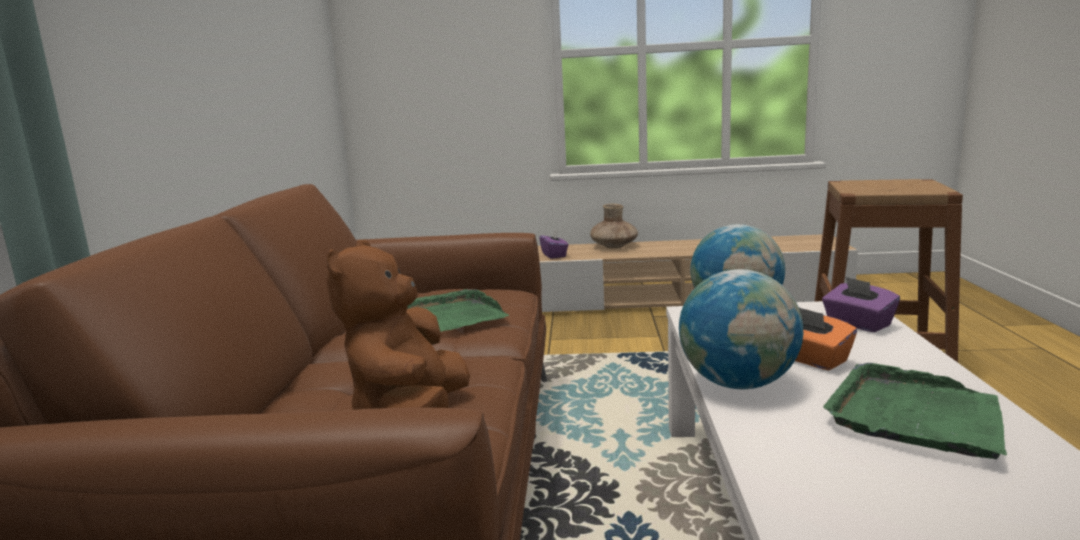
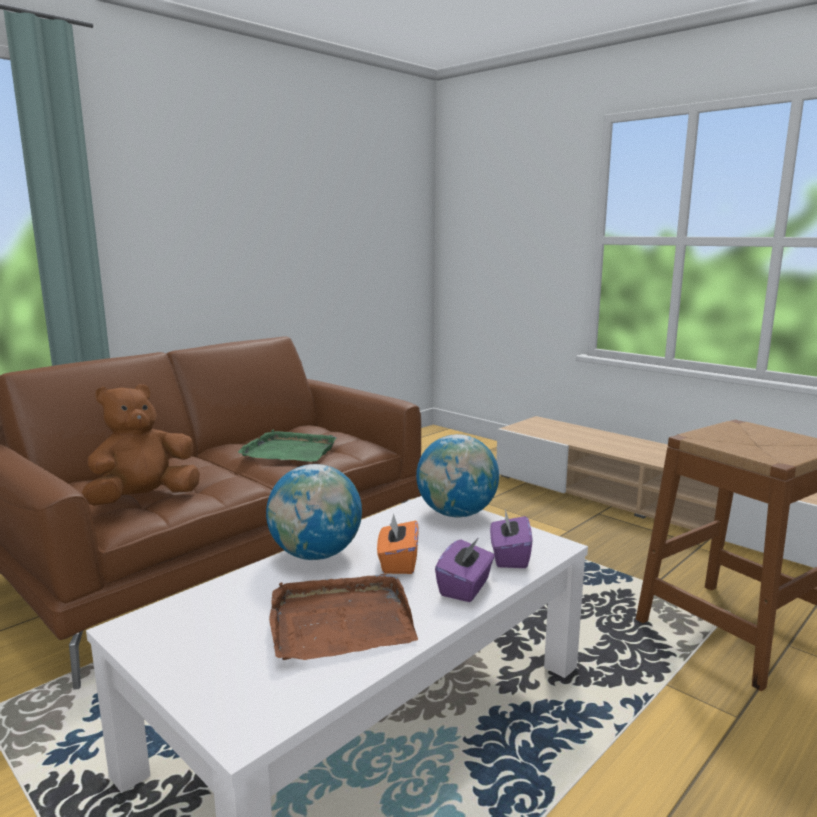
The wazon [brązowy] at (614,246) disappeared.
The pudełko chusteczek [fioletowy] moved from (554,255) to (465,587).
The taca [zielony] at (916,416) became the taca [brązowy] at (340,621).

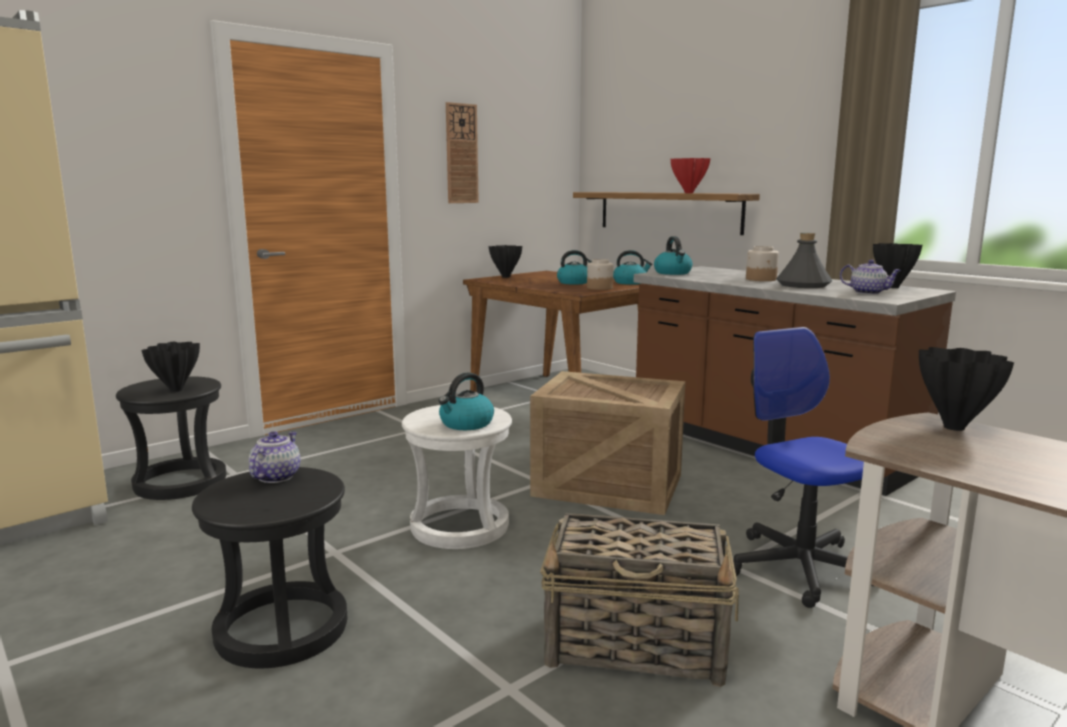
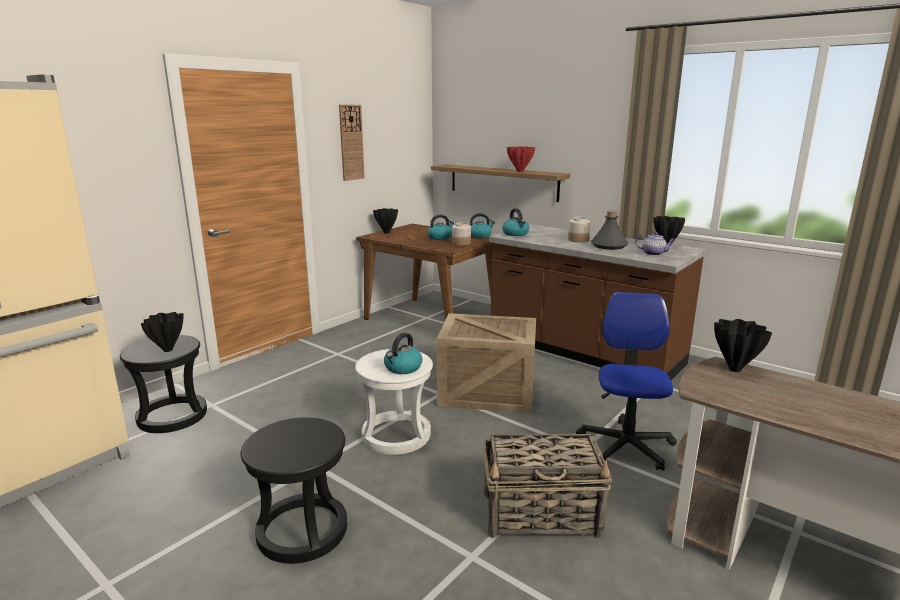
The krzesło biurowe at (799,567) turned 45 degrees clockwise.
The imbryk at (276,476) disappeared.

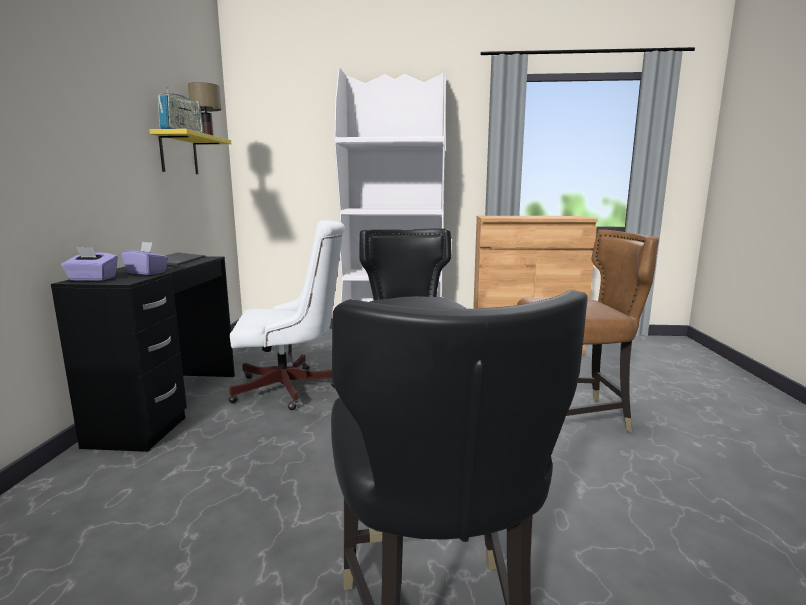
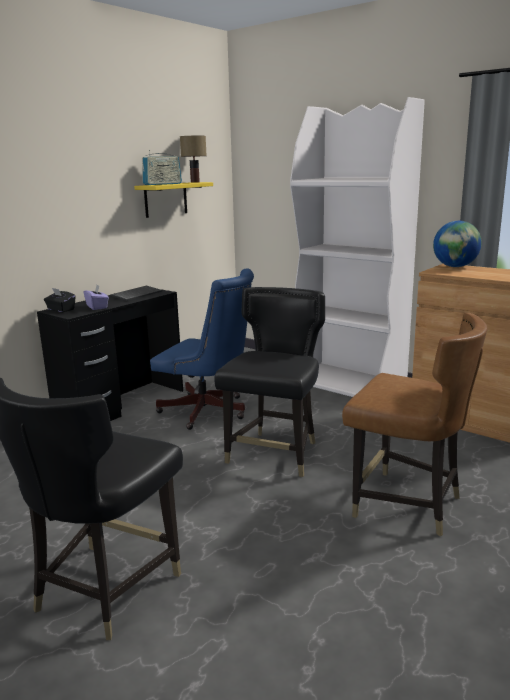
The krzesło biurowe [biały] at (292,389) became the krzesło biurowe [niebieski] at (209,412).
The pudełko chusteczek [fioletowy] at (92,279) became the pudełko chusteczek [czarny] at (60,310).
The globus at (455,267) appeared.

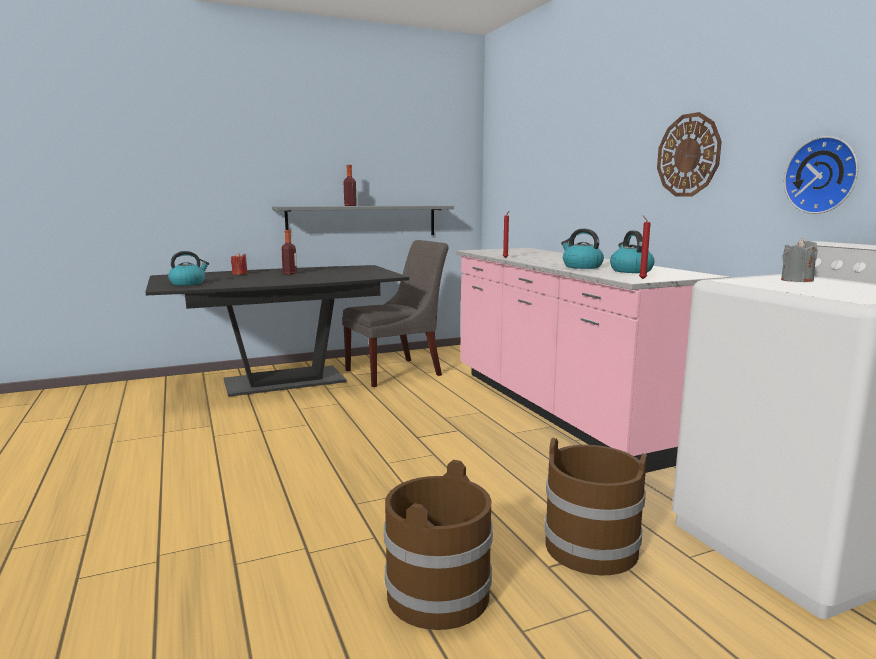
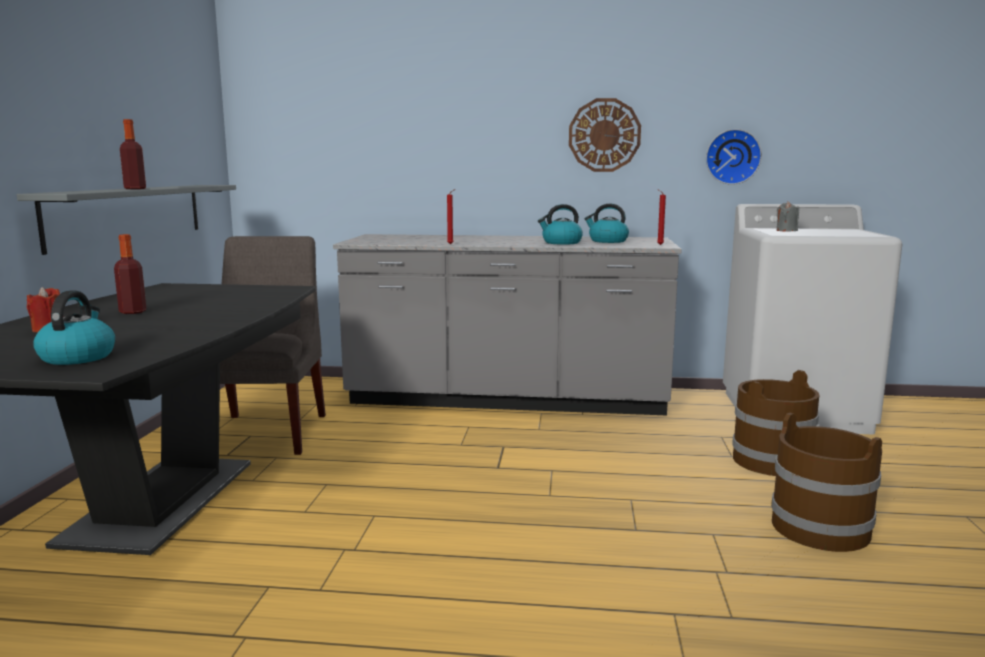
The zabudowa kuchenna [różowy] at (559,409) became the zabudowa kuchenna [szary] at (507,400).

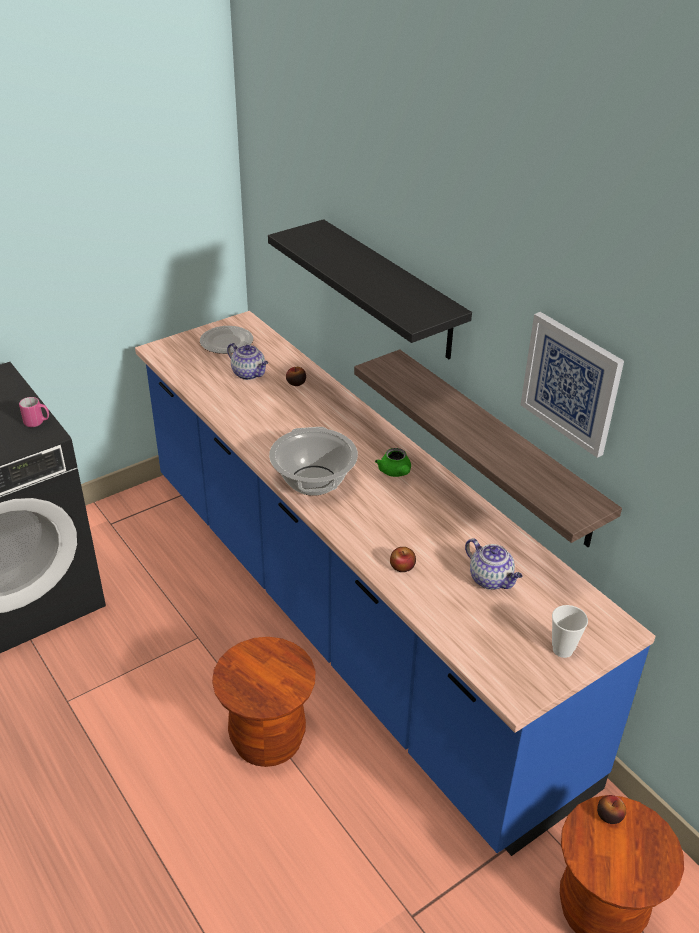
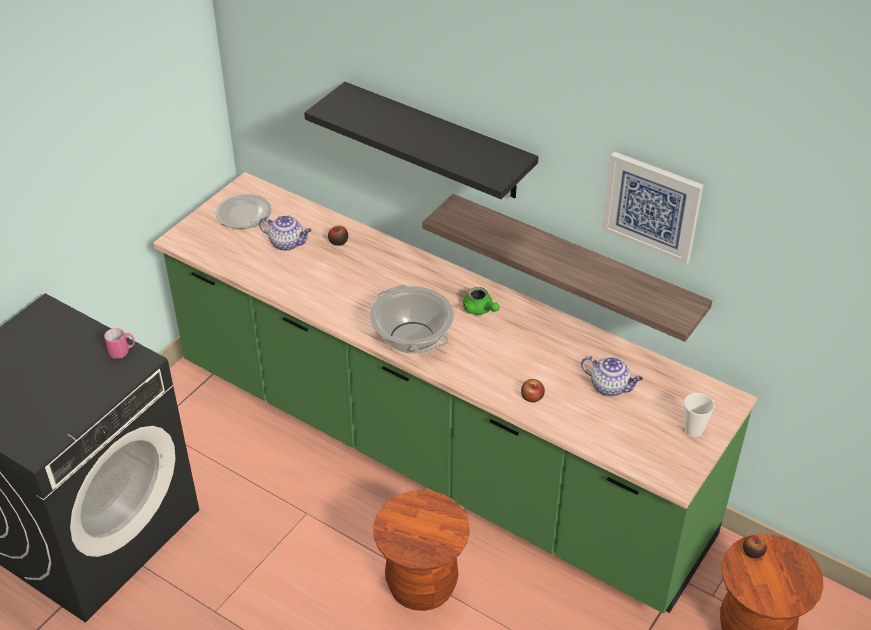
The zabudowa kuchenna [niebieski] at (346,616) became the zabudowa kuchenna [zielony] at (435,451).

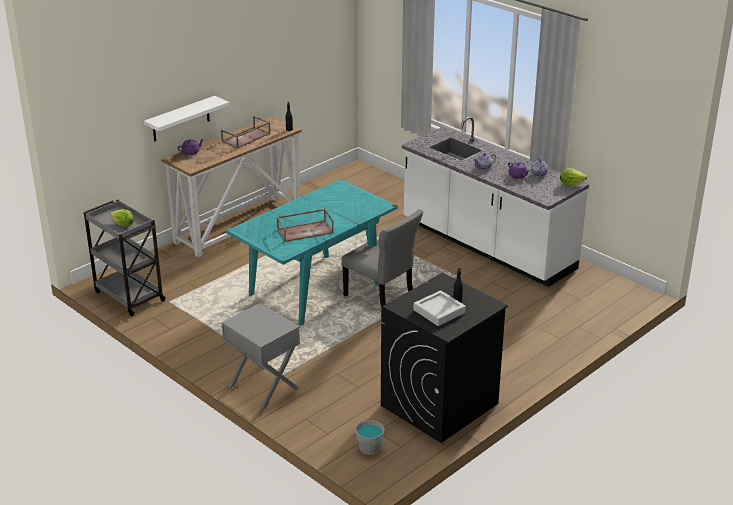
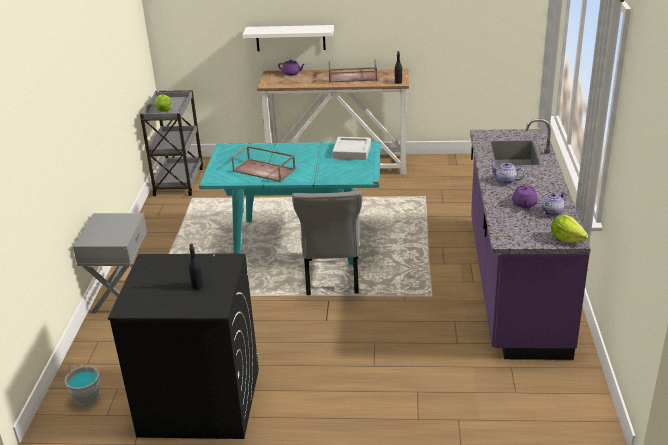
The zabudowa kuchenna [biały] at (487,246) became the zabudowa kuchenna [fioletowy] at (513,284).
The taca [szary] moved from (439,311) to (352,151).

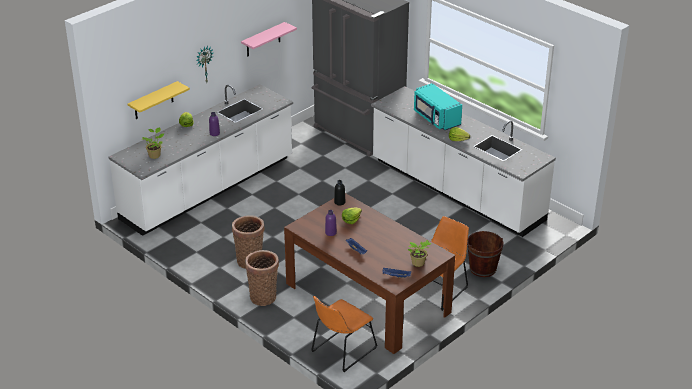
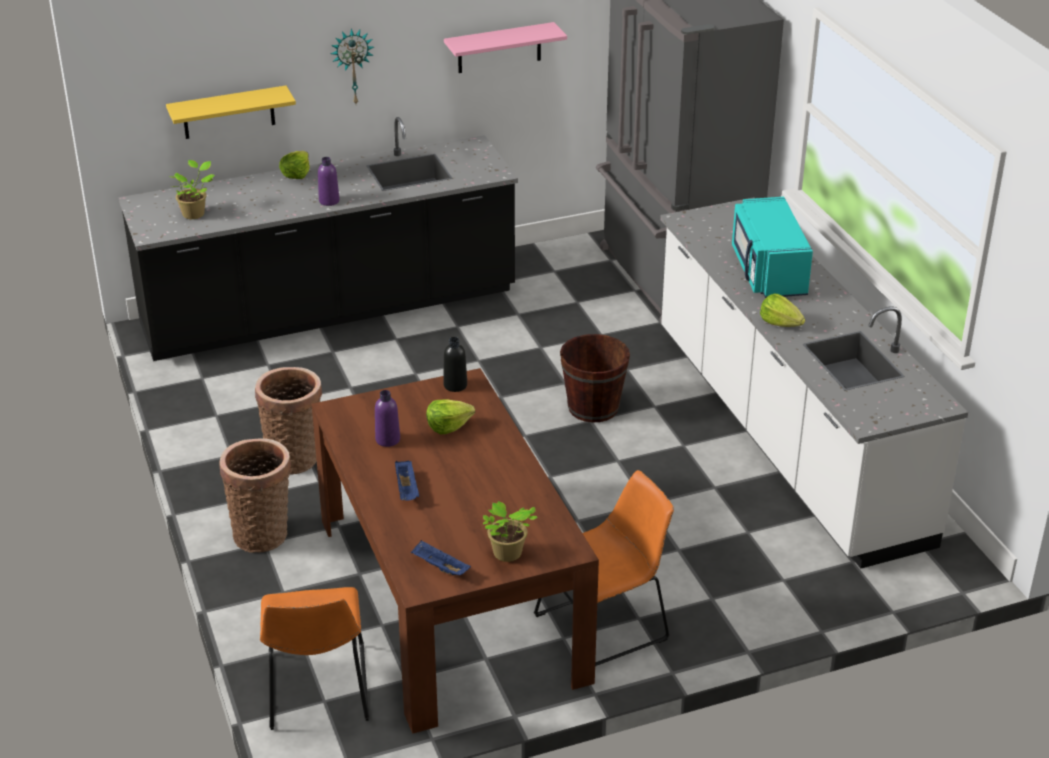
The zabudowa kuchenna [biały] at (209,189) became the zabudowa kuchenna [czarny] at (329,310).
The wiadro [brązowy] moved from (482,269) to (593,407).
The krzesło [pomarańczowy] at (342,351) turned 75 degrees counterclockwise.

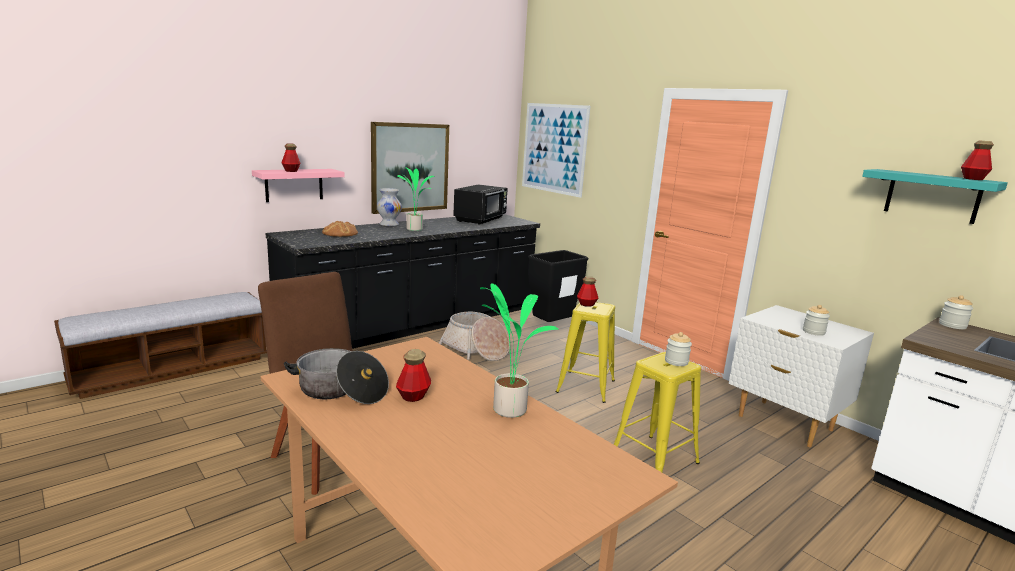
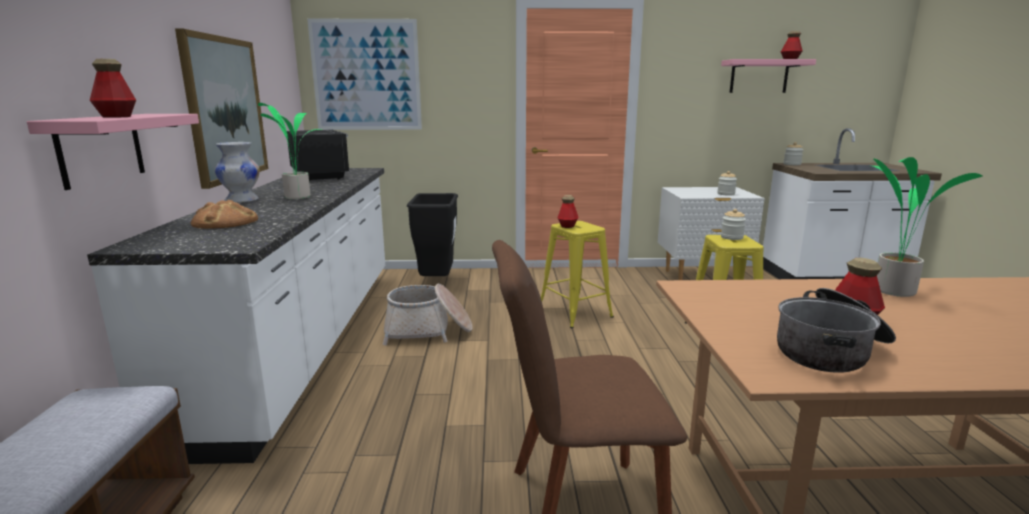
The półka [turkusowy] at (932,196) became the półka [różowy] at (759,76).
The zabudowa kuchenna [czarny] at (416,325) became the zabudowa kuchenna [biały] at (306,340).

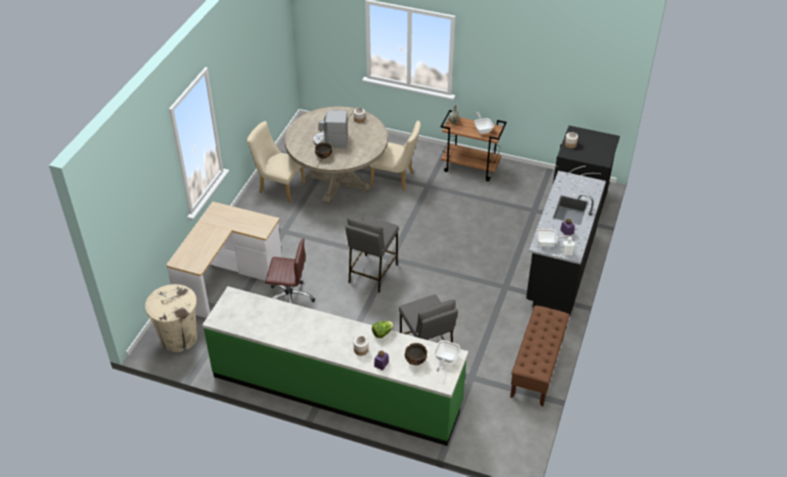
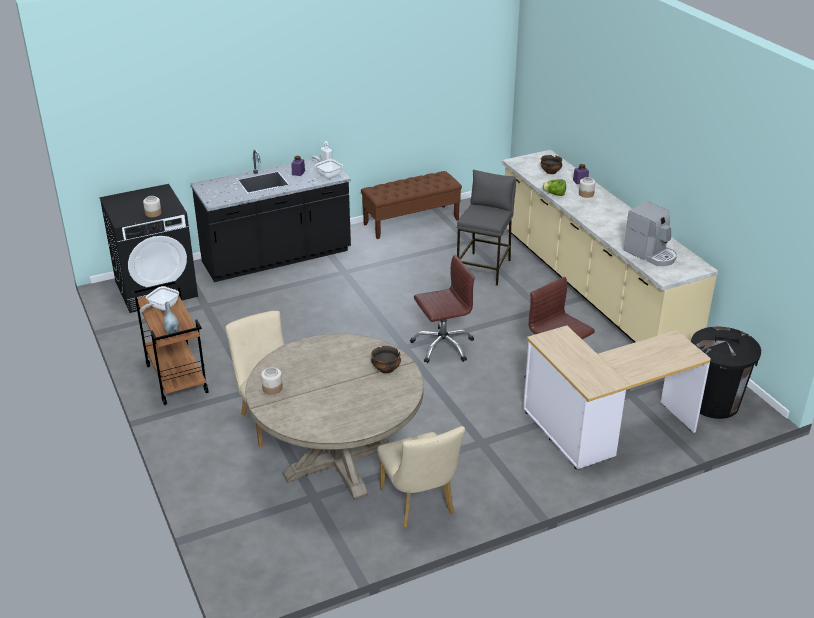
The ekspres do kawy moved from (331,141) to (651,254).
The stołek [szary] at (372,273) was replaced by the krzesło biurowe [brązowy] at (443,346).
The kosz na śmieci [beżowy] at (178,338) became the kosz na śmieci [czarny] at (714,403).
The zabudowa kuchenna [zielony] at (337,390) became the zabudowa kuchenna [beżowy] at (591,287).
The patelnia at (445,359) disappeared.

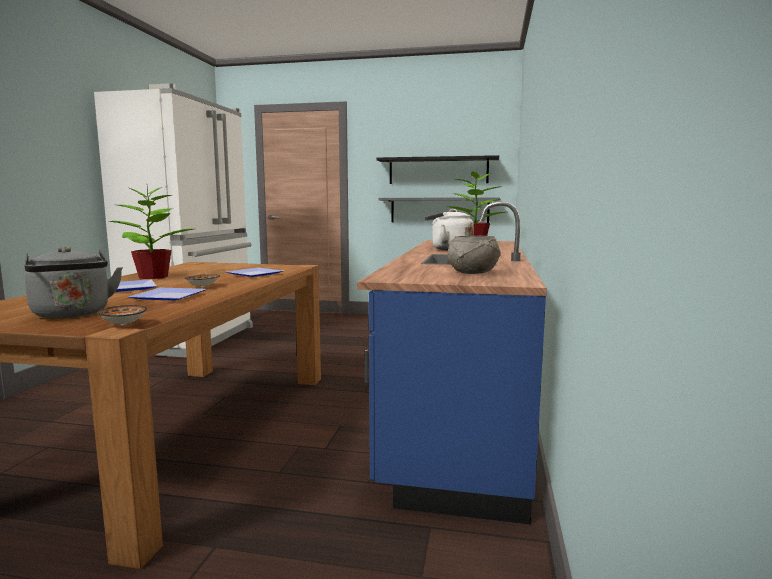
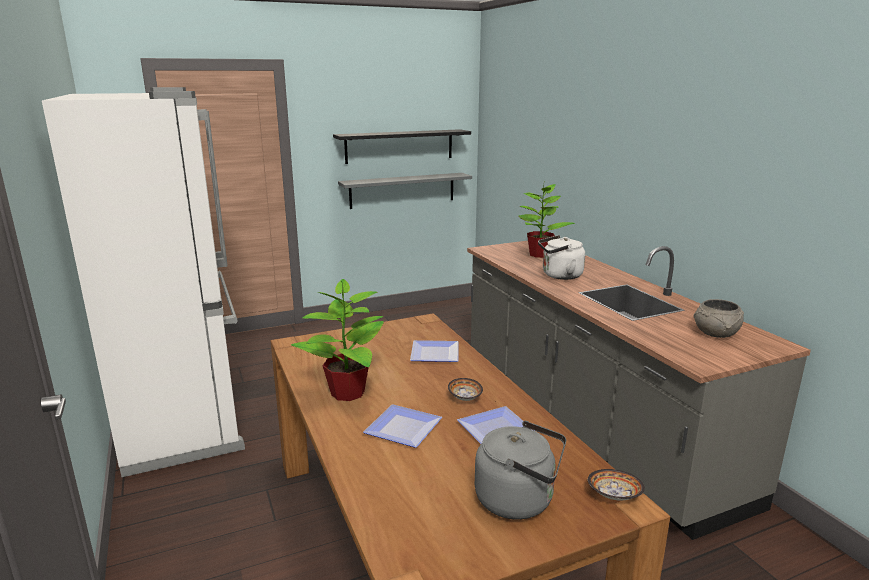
The zabudowa kuchenna [niebieski] at (459,406) became the zabudowa kuchenna [szary] at (587,419).

